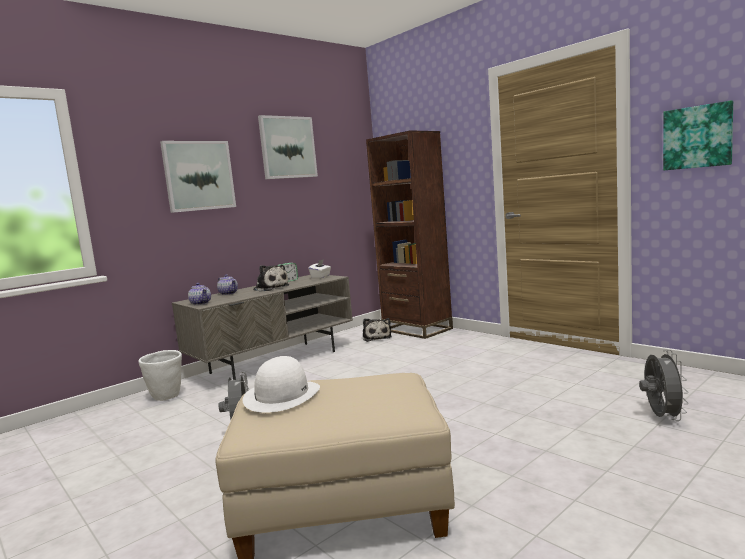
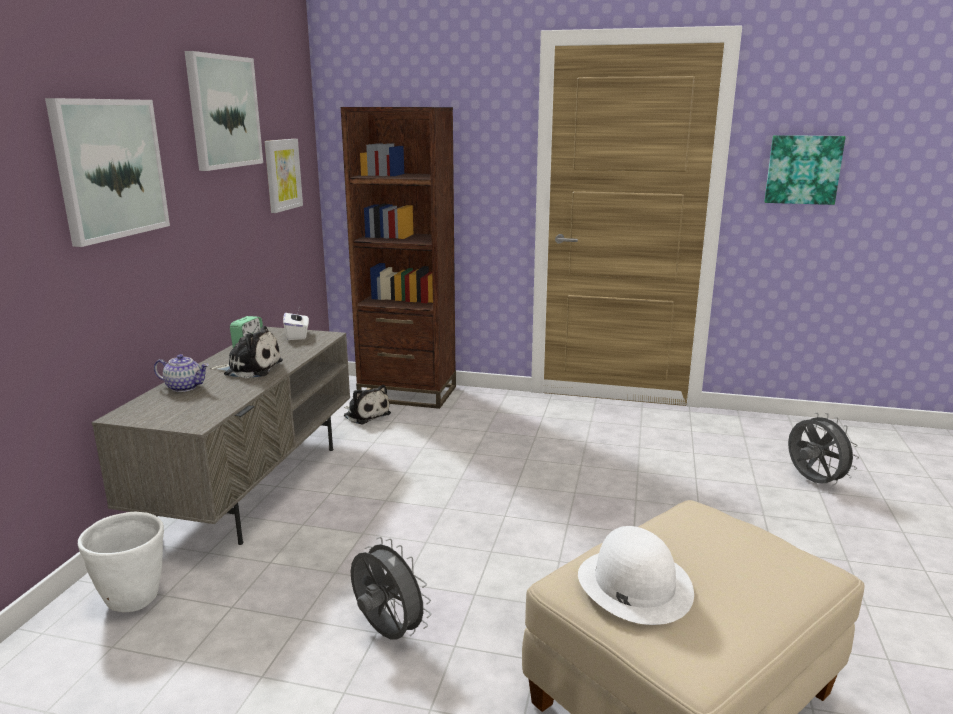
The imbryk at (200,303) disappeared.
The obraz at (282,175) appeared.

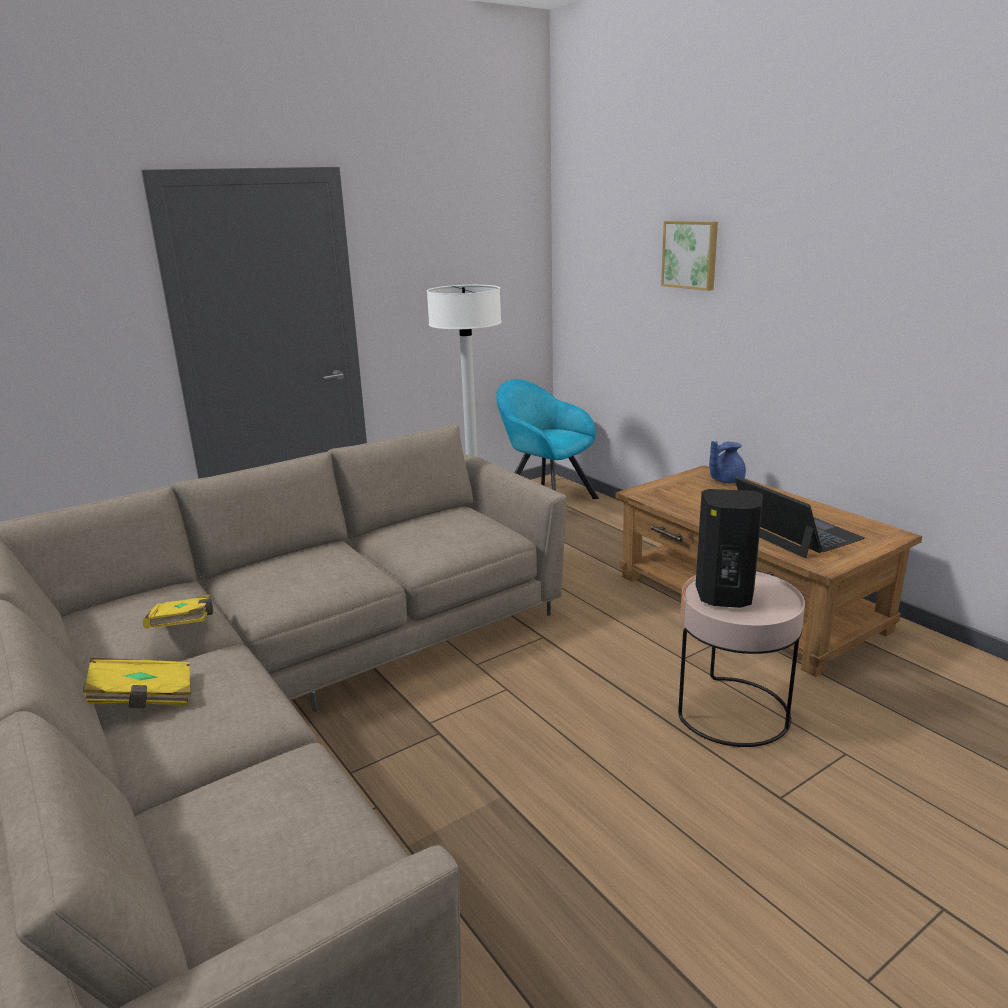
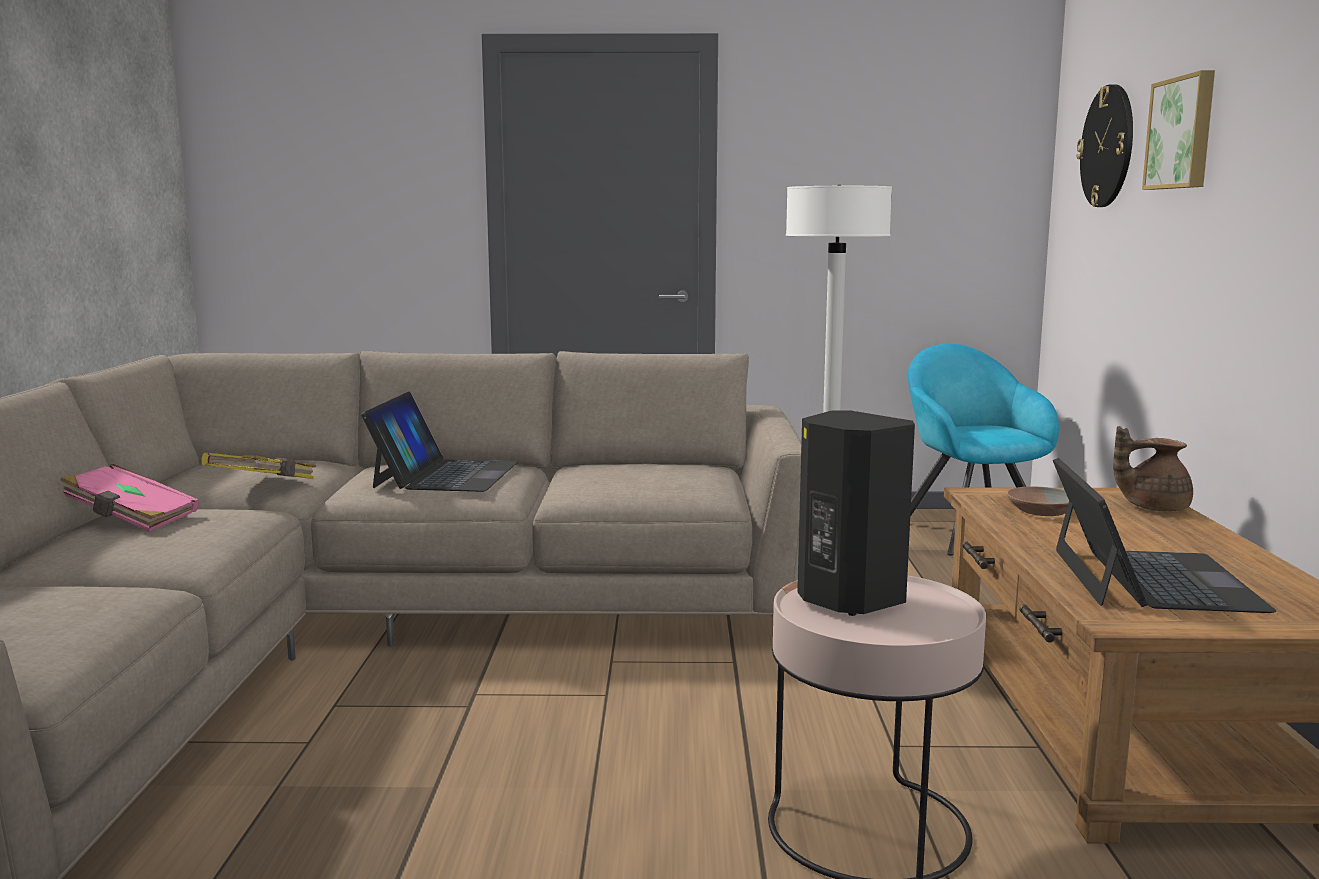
The imbryk [niebieski] at (725,481) became the imbryk [brązowy] at (1152,507).
The książka [żółty] at (143,700) became the książka [różowy] at (131,519).
The zegar ścienny at (1107,146) appeared.
The laptop at (445,475) appeared.
The miska [brązowy] at (1041,511) appeared.

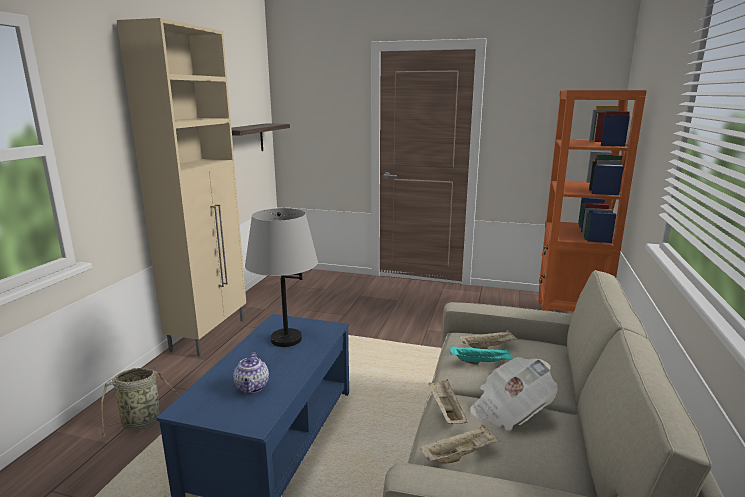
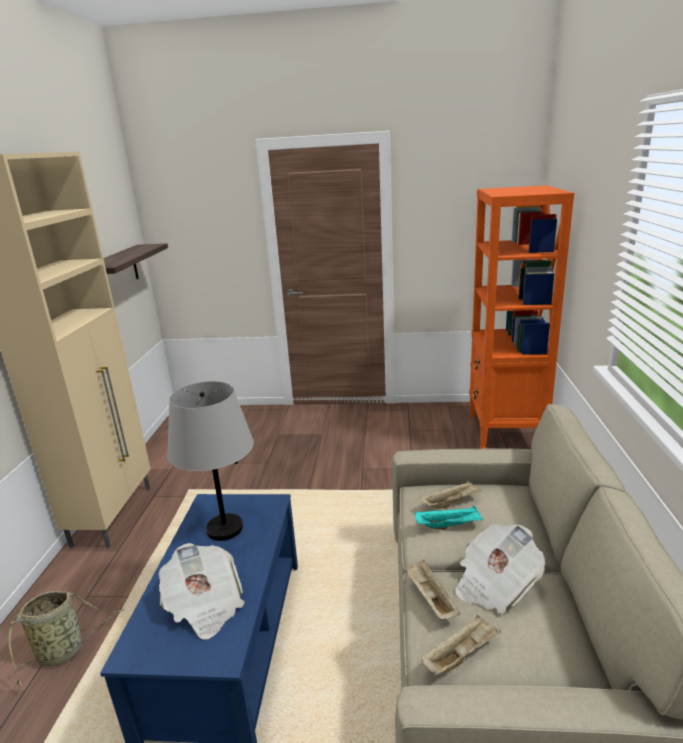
The imbryk at (252,387) was replaced by the gazeta at (205,605).

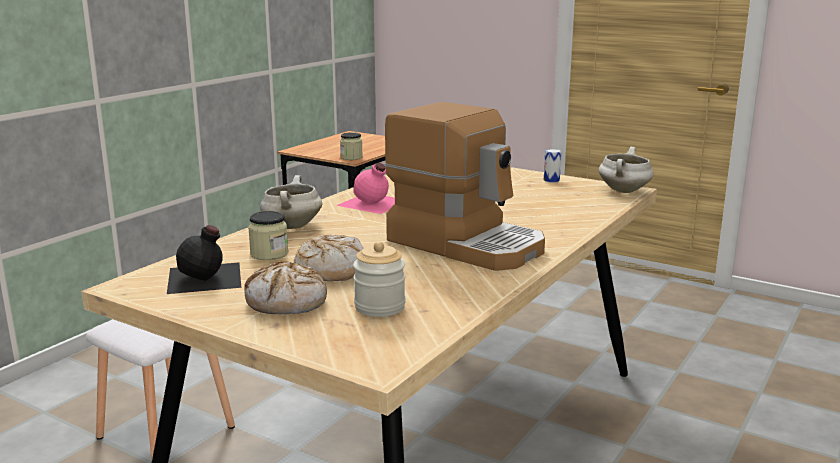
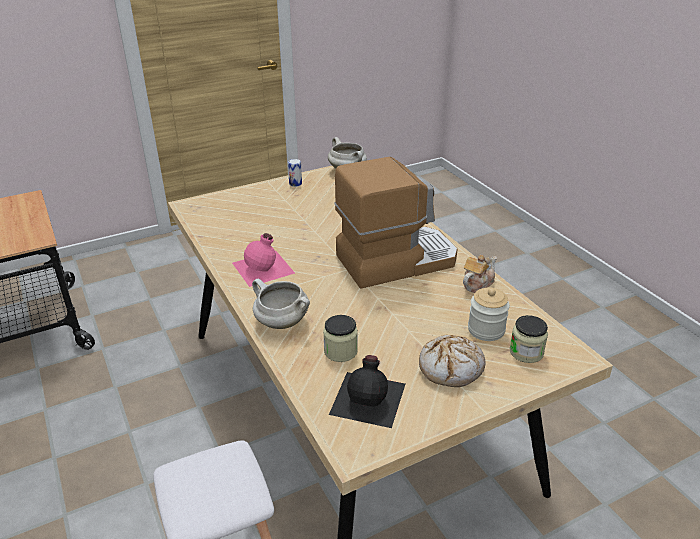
The słoik moved from (351,157) to (526,352).
The chleb at (330,270) disappeared.
The imbryk at (477,284) appeared.

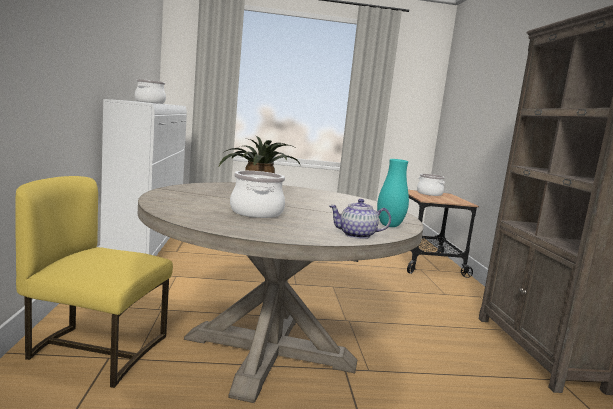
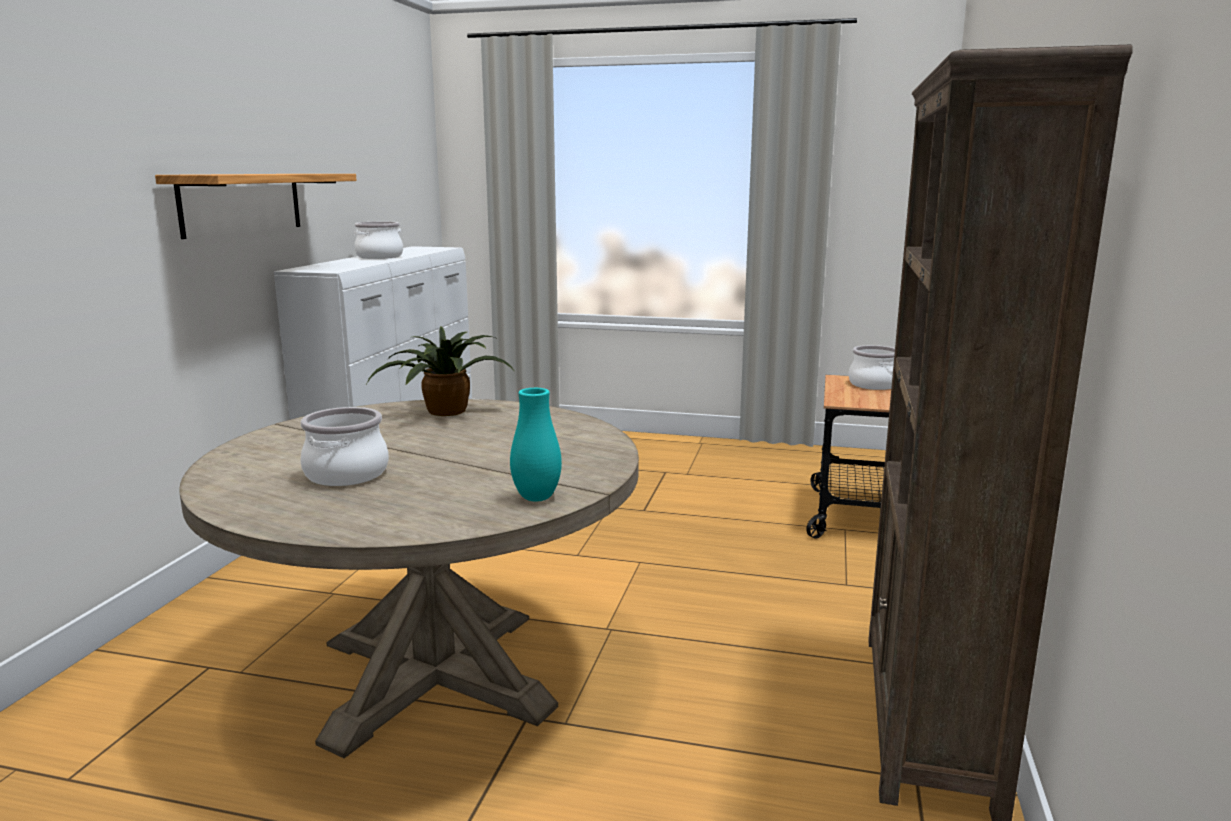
The krzesło [żółty] at (95,350) disappeared.
The imbryk at (356,235) disappeared.
The półka at (242,203) appeared.

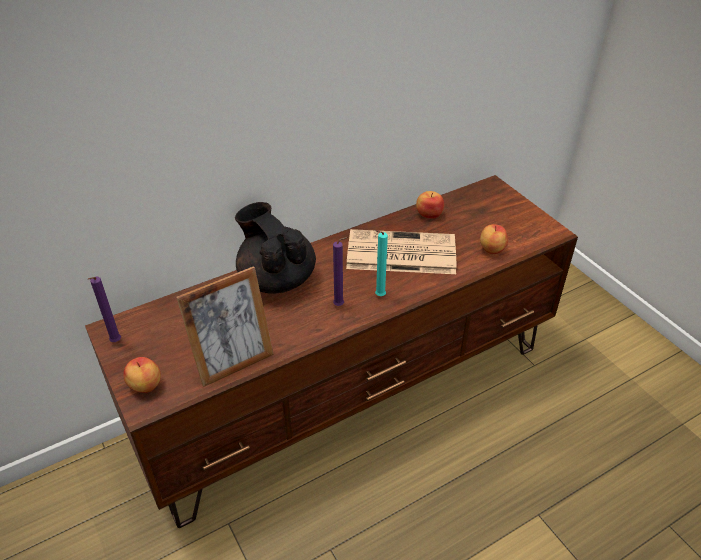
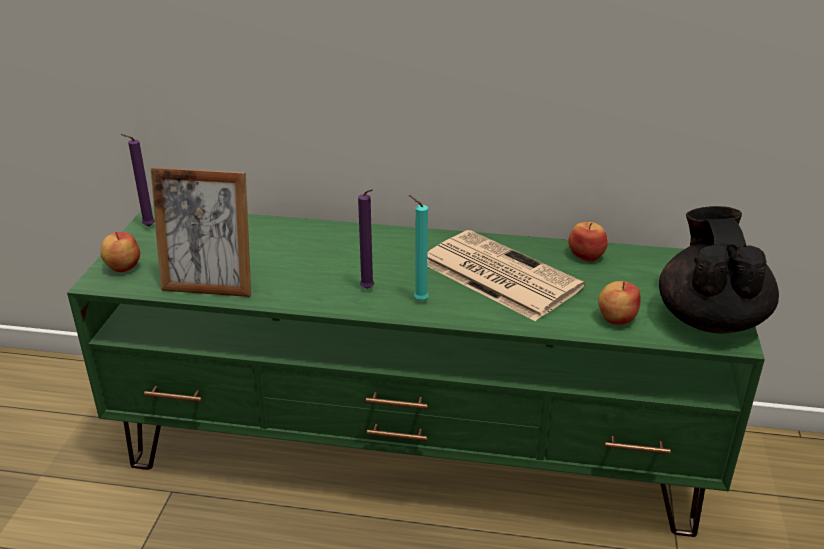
The szafka pod telewizor [brązowy] at (350,392) became the szafka pod telewizor [zielony] at (414,450).
The imbryk [czarny] moved from (276,278) to (710,318).

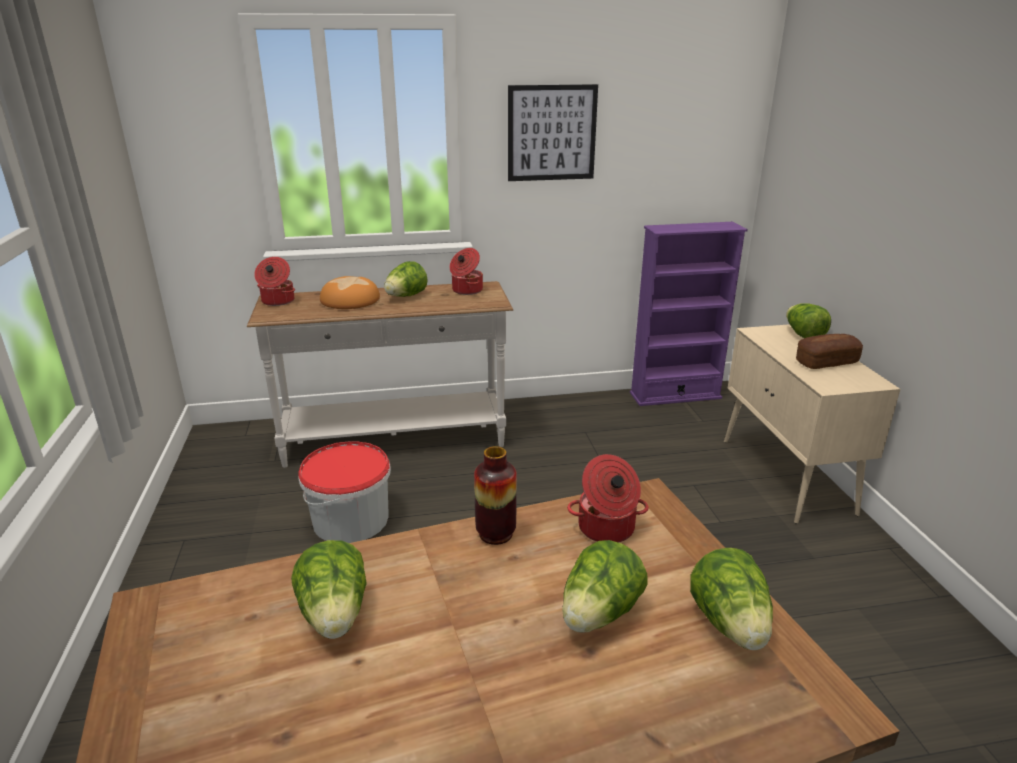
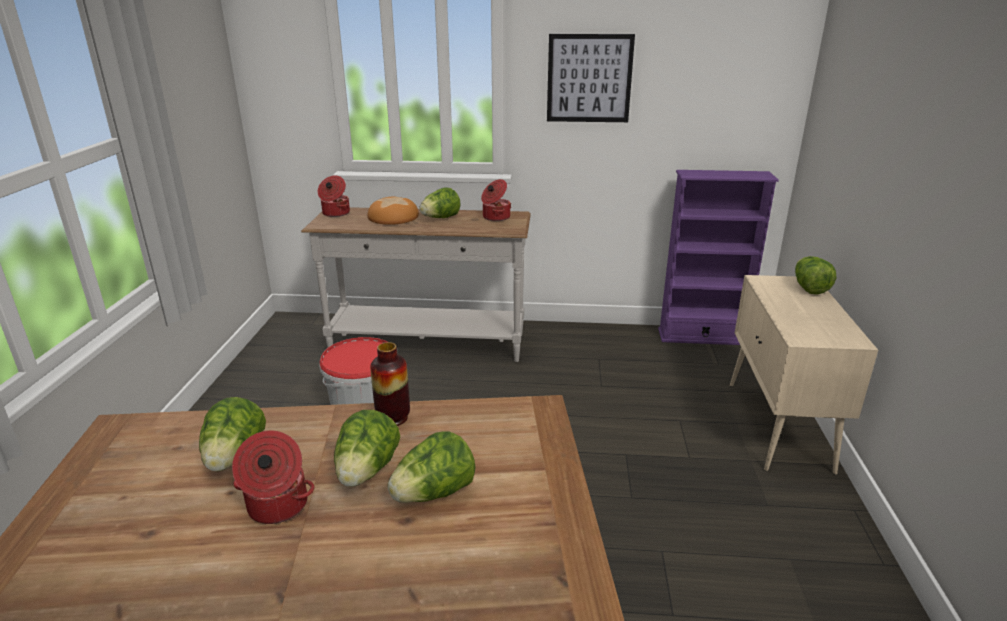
The chleb at (826,362) disappeared.
The garnek moved from (606,529) to (277,506).
The sałata moved from (730,624) to (367,471).

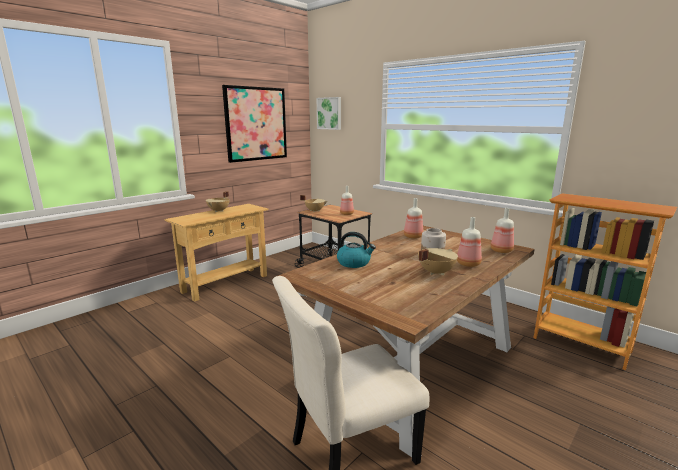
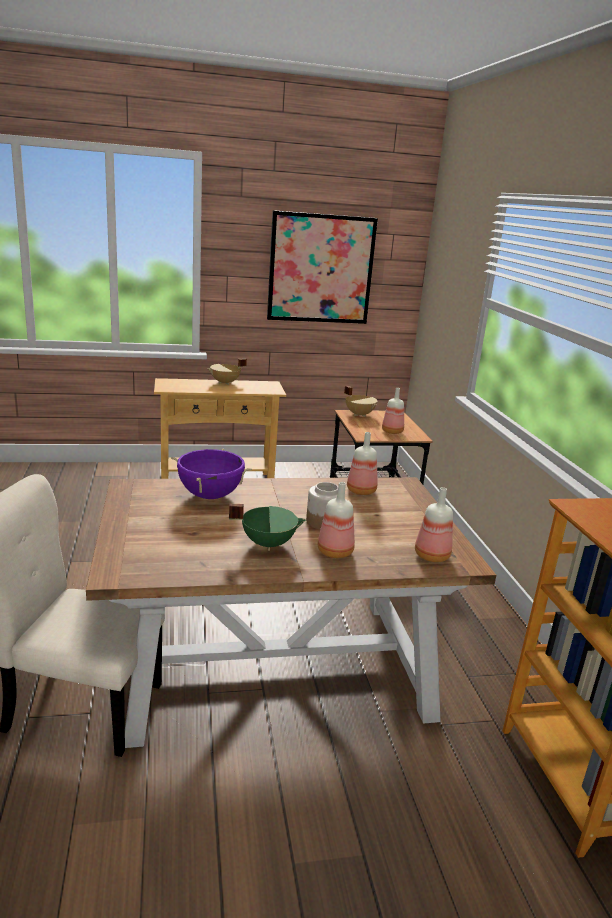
The obraz at (329,113) disappeared.
The czajnik at (354,263) was replaced by the garnek [fioletowy] at (210,495).
The garnek [beżowy] at (435,272) became the garnek [zielony] at (268,543).

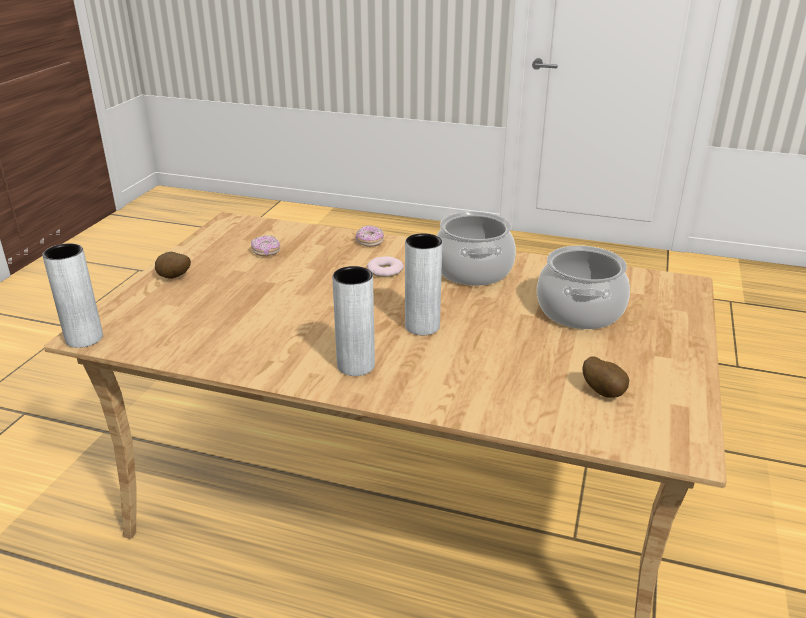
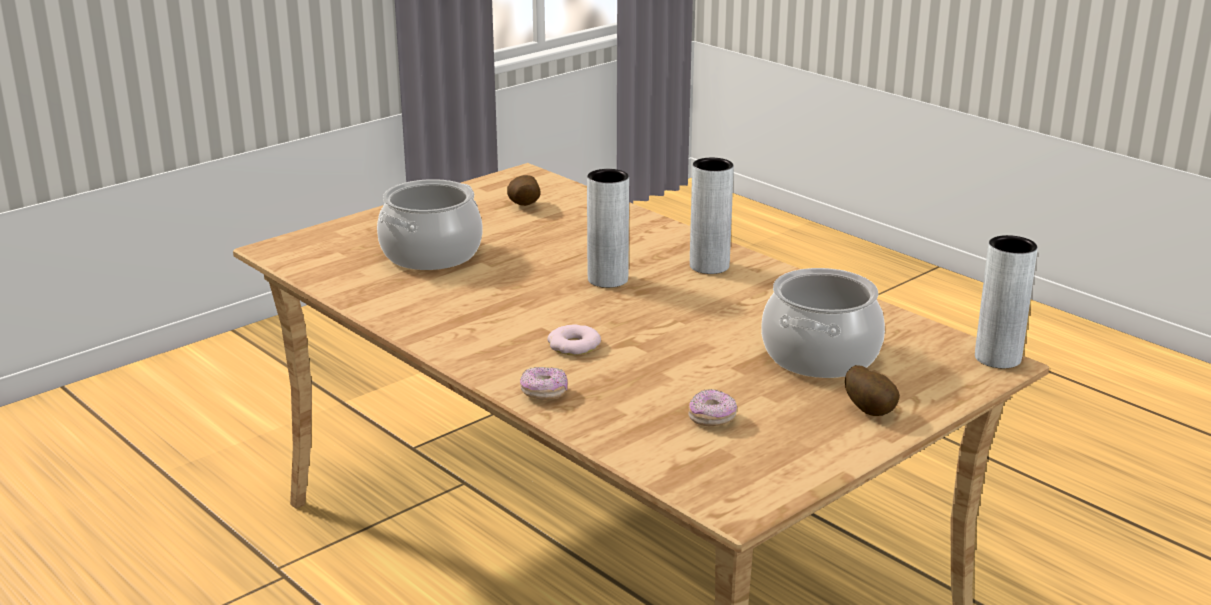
The garnek moved from (473,270) to (819,355).

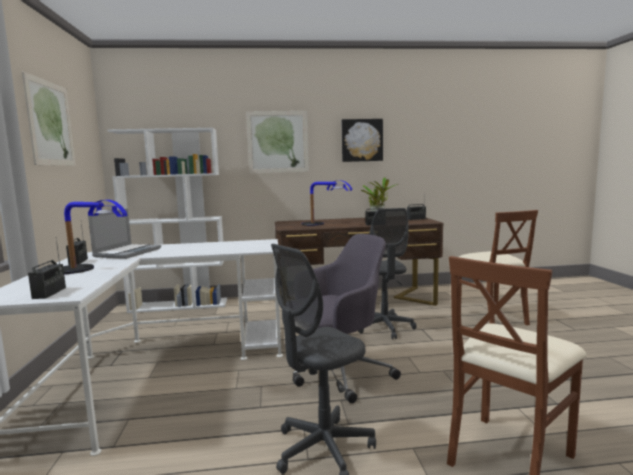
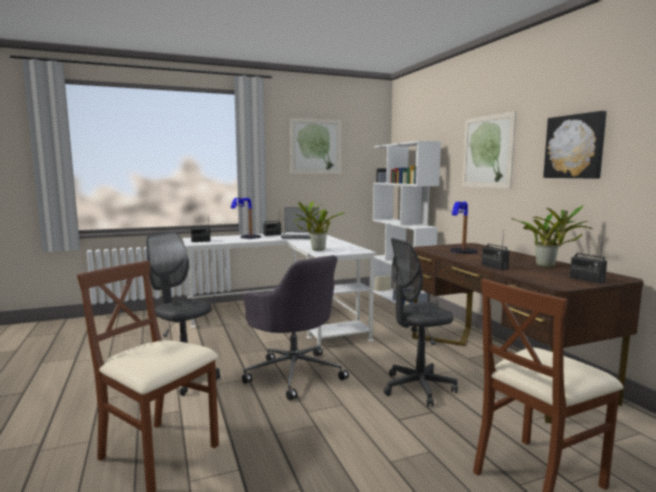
The roślina doniczkowa at (316,250) appeared.

